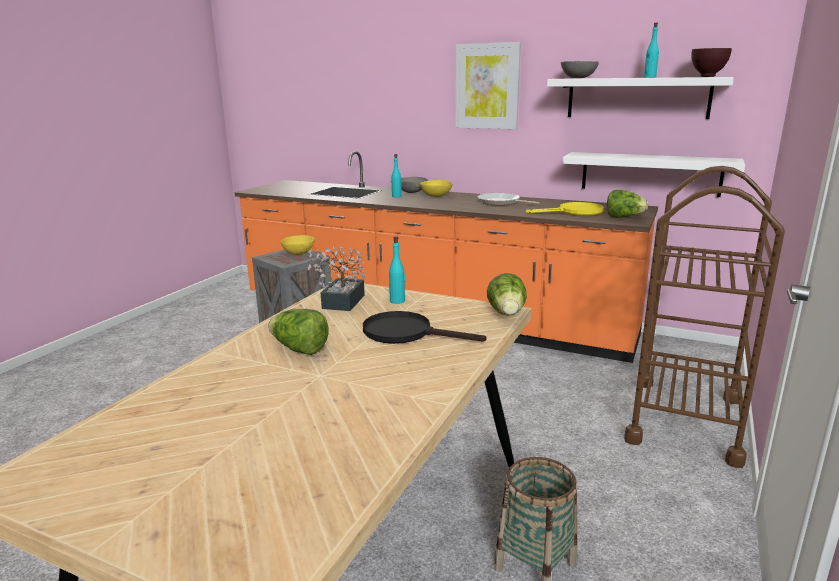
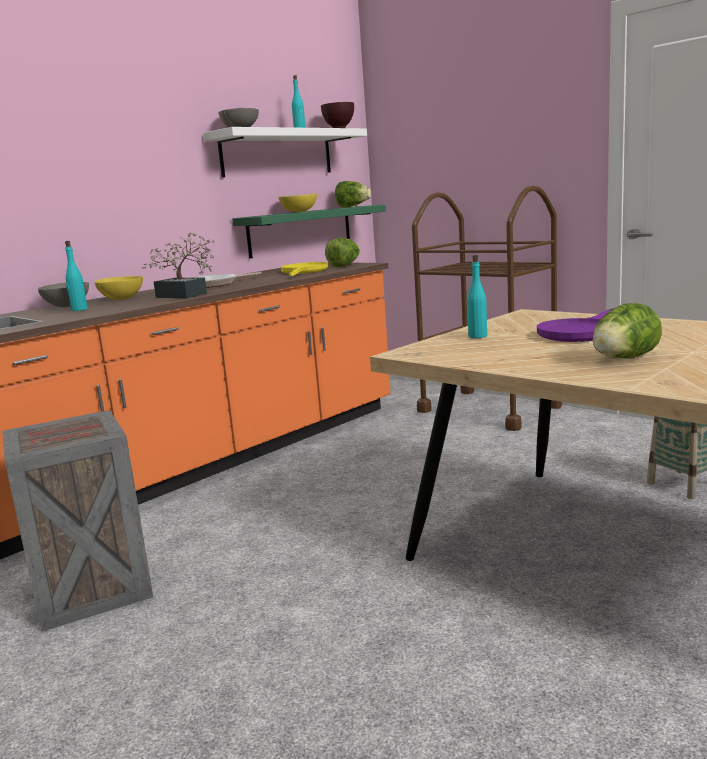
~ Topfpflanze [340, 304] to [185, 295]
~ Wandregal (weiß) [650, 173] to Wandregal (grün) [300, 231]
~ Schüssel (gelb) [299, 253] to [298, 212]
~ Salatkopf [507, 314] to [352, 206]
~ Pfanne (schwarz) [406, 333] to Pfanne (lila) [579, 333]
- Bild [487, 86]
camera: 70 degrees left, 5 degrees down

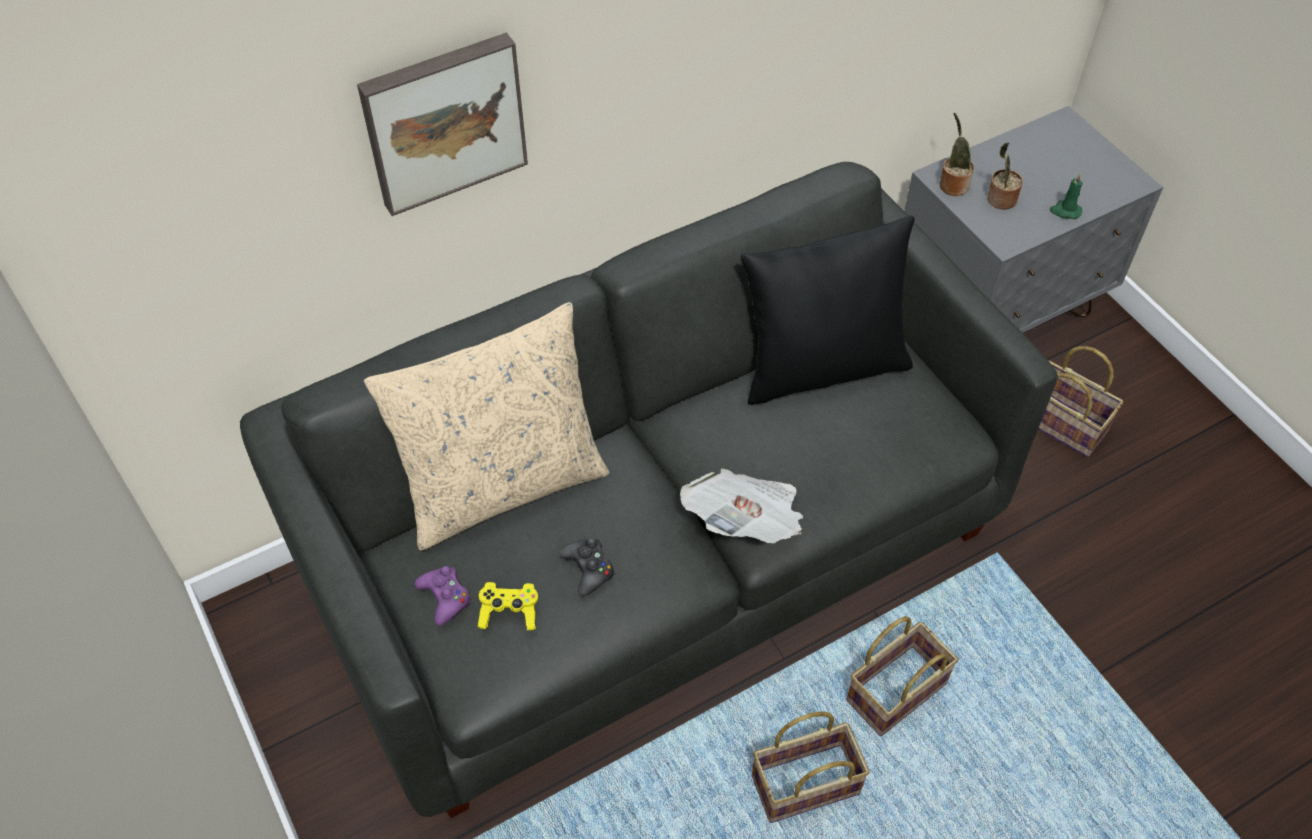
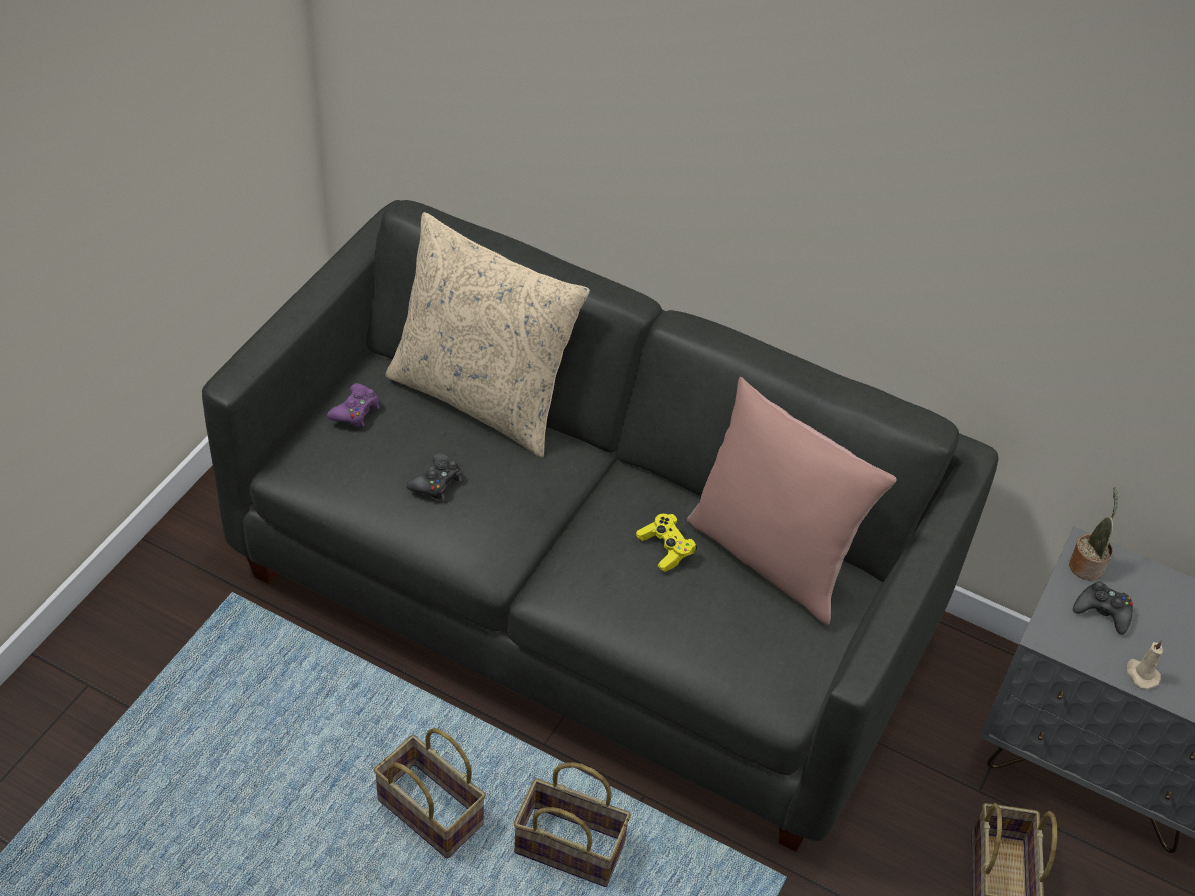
~ Gamepad (gelb) [509, 612] to [666, 548]
~ Kissen (schwarz) [821, 368] to Kissen (rosa) [772, 557]
~ Topfpflanze [999, 200] to Gamepad (schwarz) [1103, 612]
~ Kerze (grün) [1065, 211] to Kerze (beige) [1141, 674]
- Bild [443, 121]
- Zeitung [745, 522]
camera: 55 degrees right, 5 degrees down

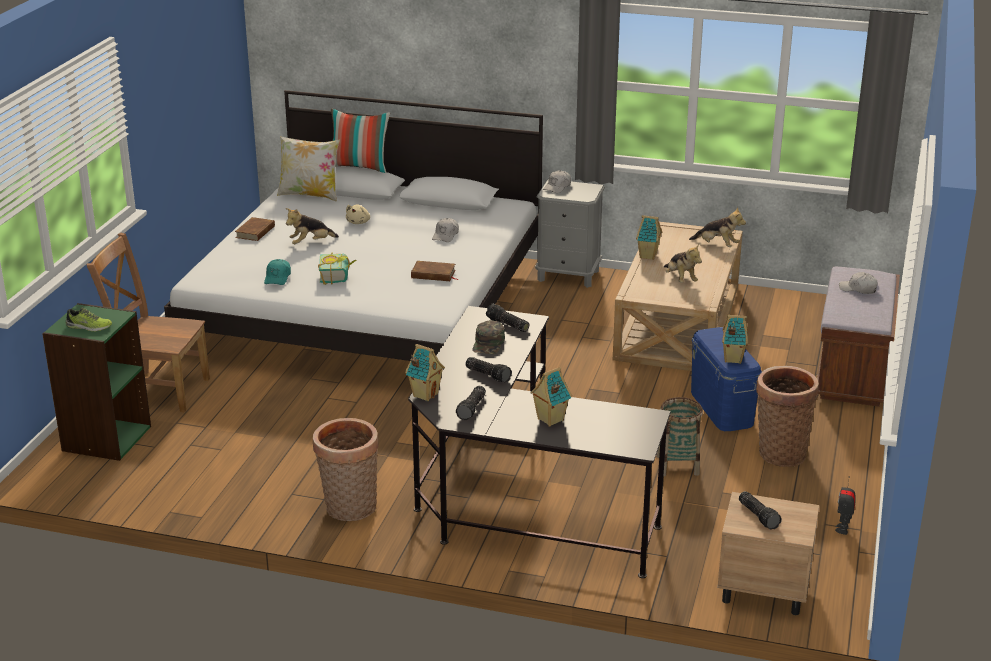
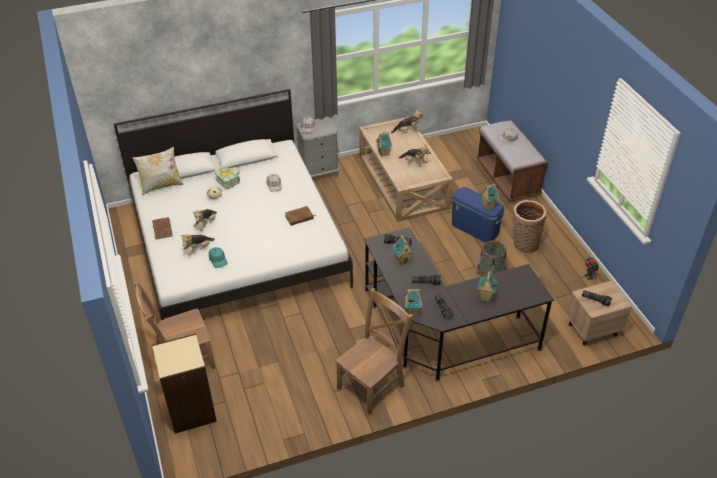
~ Bücherregal (grün) [106, 438] to Bücherregal (beige) [190, 410]
+ Plüschtier [198, 249]
~ Buch [338, 276] to [230, 181]
~ Korb [349, 509] to Stuhl (braun) [373, 385]
~ Kappe (grün) [489, 343] to Spielzeughaus [403, 260]
- Schuh [88, 327]
- Kissen [359, 167]
camera: 35 degrees left, 15 degrees up

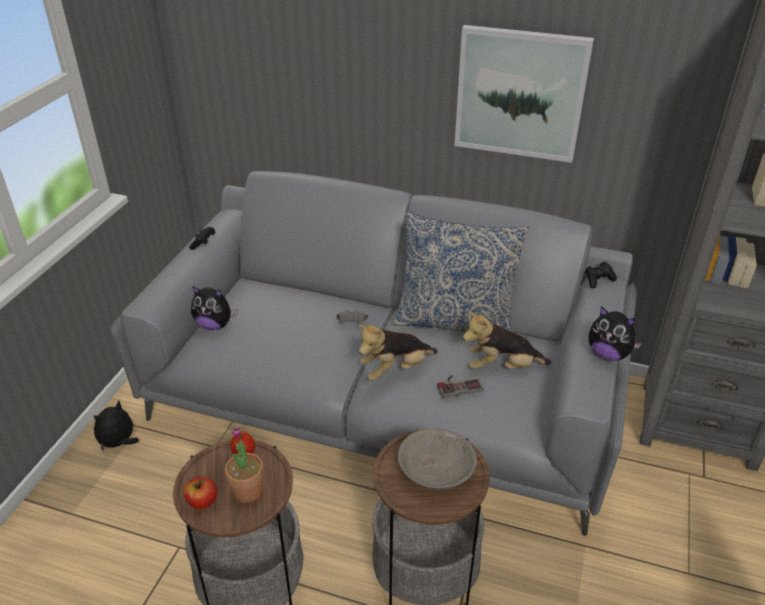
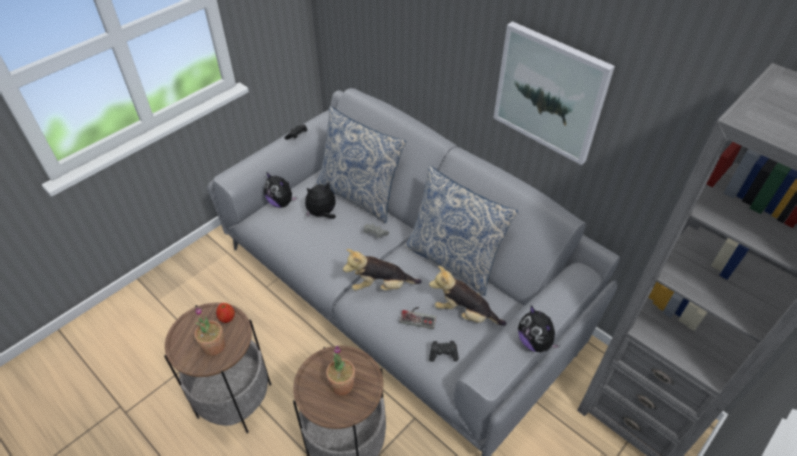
~ Plüschtier [119, 443] to [322, 214]
+ Kissen [359, 195]
~ Schüssel (grau) [435, 471] to Topfpflanze [342, 385]
~ Gamepad (schwarz) [598, 280] to [443, 354]
- Apfel [202, 501]
camera: 25 degrees right, 10 degrees up

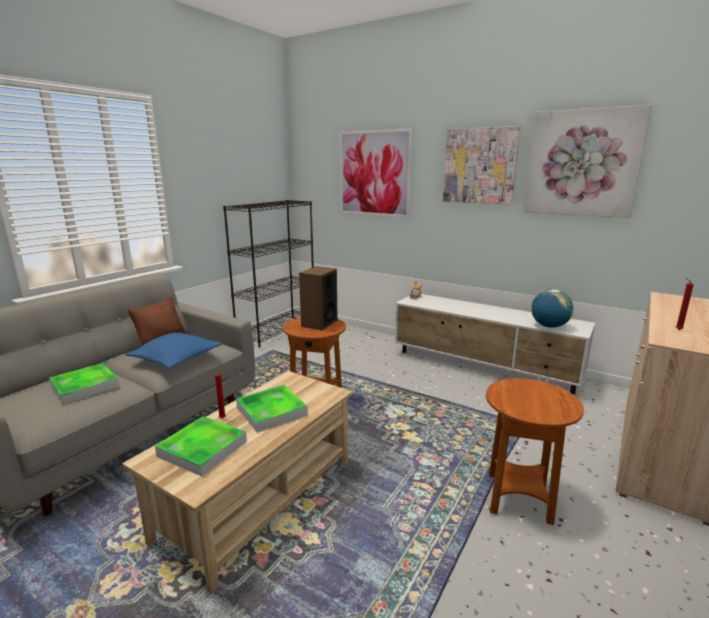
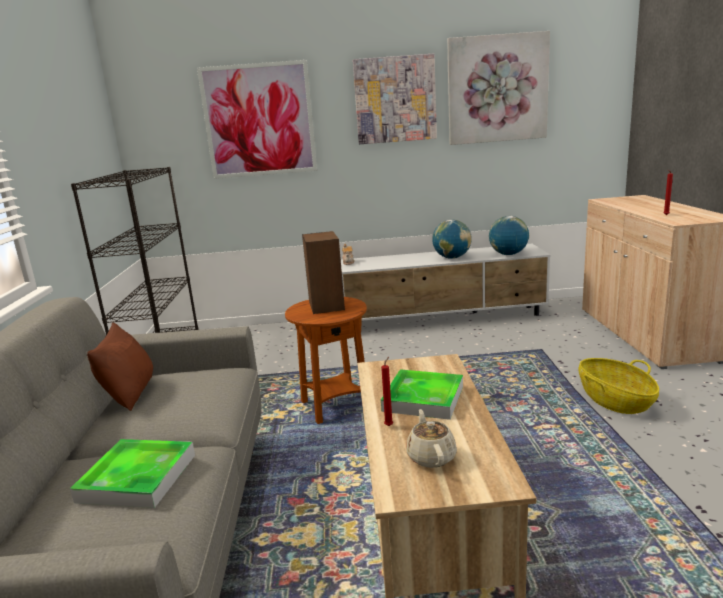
~ Tablett [202, 448] to Teekanne (beige) [431, 456]
+ Globus [452, 258]
~ Beistelltisch (braun) [519, 498] to Korb [614, 400]
- Kissen (blau) [176, 358]
camera: 35 degrees left, 0 degrees up

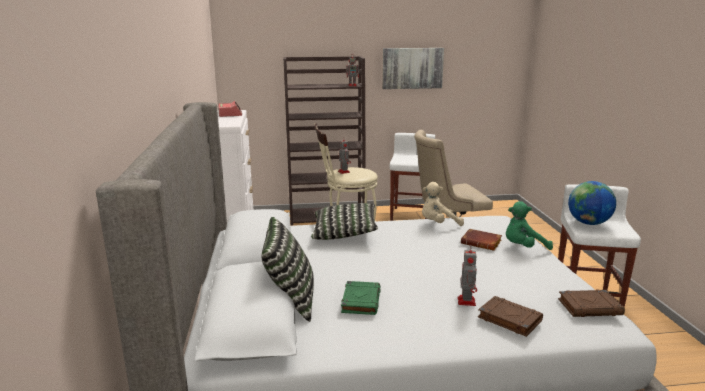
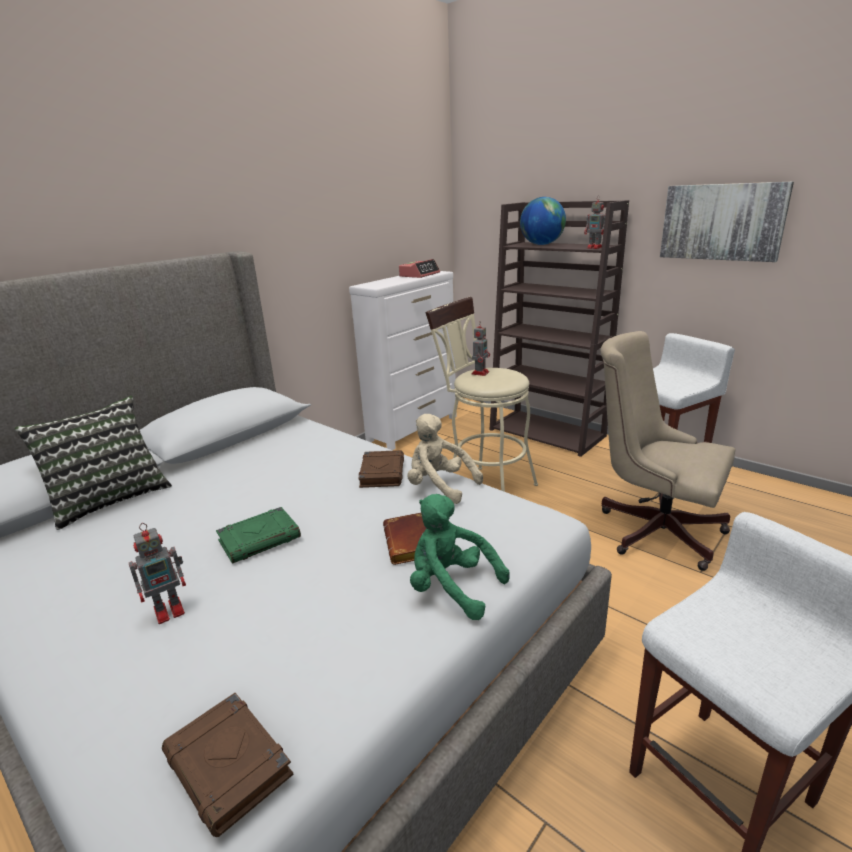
~ Buch (grün) [360, 301] to [260, 539]
~ Buch (braun) [508, 319] to [382, 472]
~ Globus [588, 223] to [541, 244]
- Kissen [344, 233]
camera: 50 degrees right, 5 degrees up

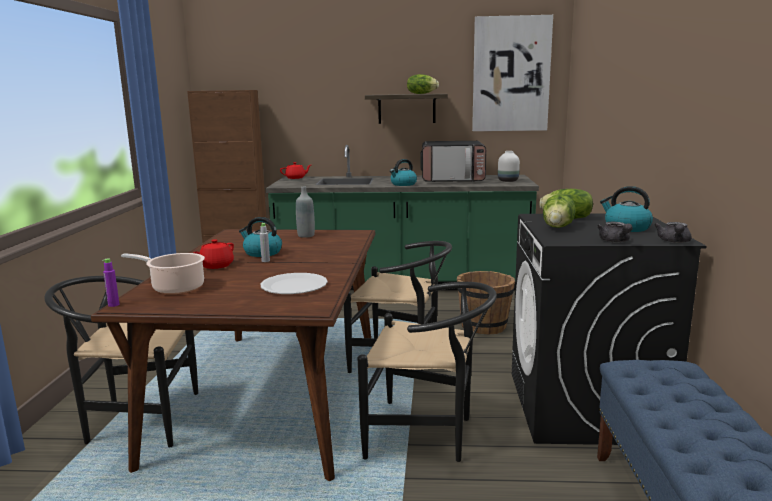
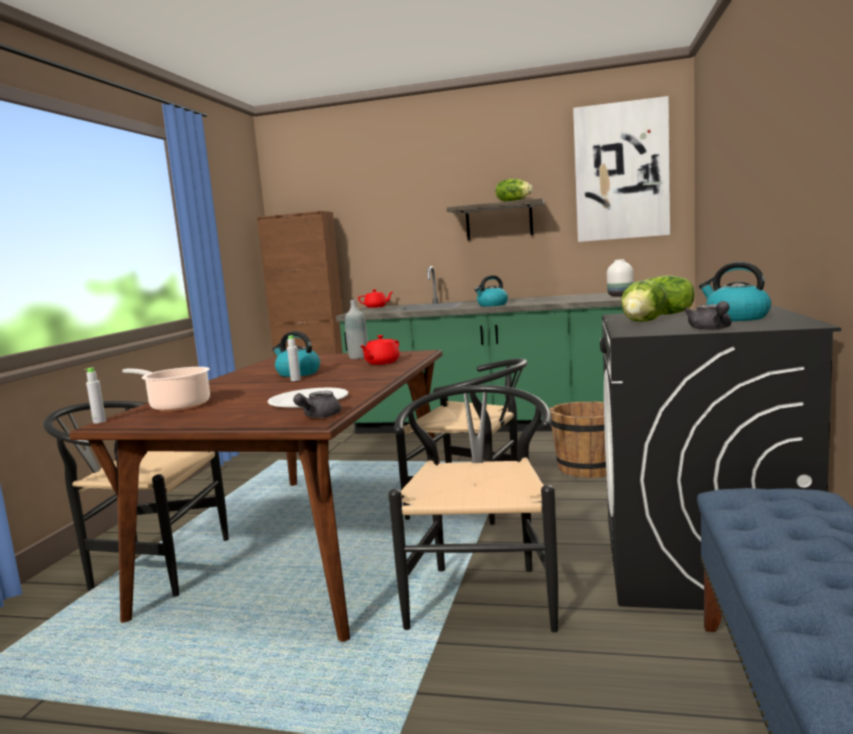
~ Flasche (lila) [113, 305] to Flasche (grau) [99, 422]
~ Teekanne (grau) [674, 242] to [317, 416]
~ Teekanne (rot) [215, 266] to [381, 363]
~ Stuhl (schwarz) [428, 435] = [483, 591] 105 degrees counterclockwise
- Mikrowelle [453, 179]
camera: 10 degrees right, 5 degrees down

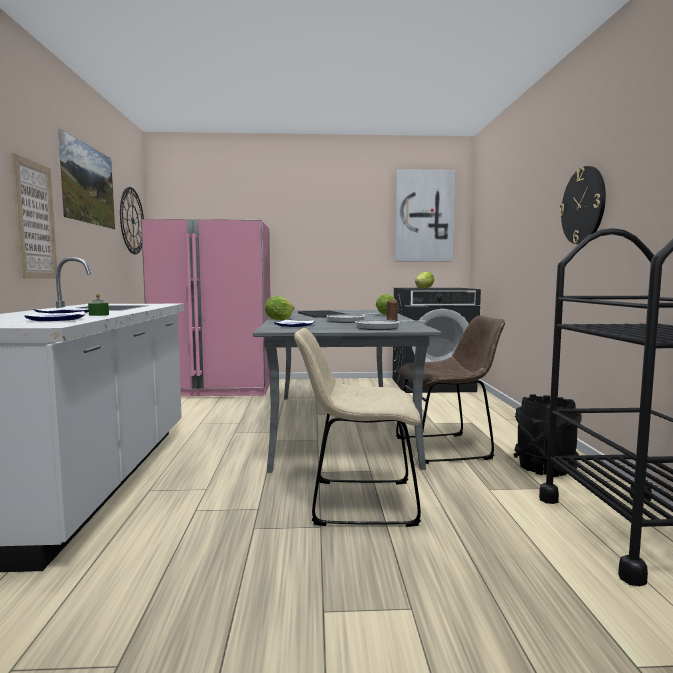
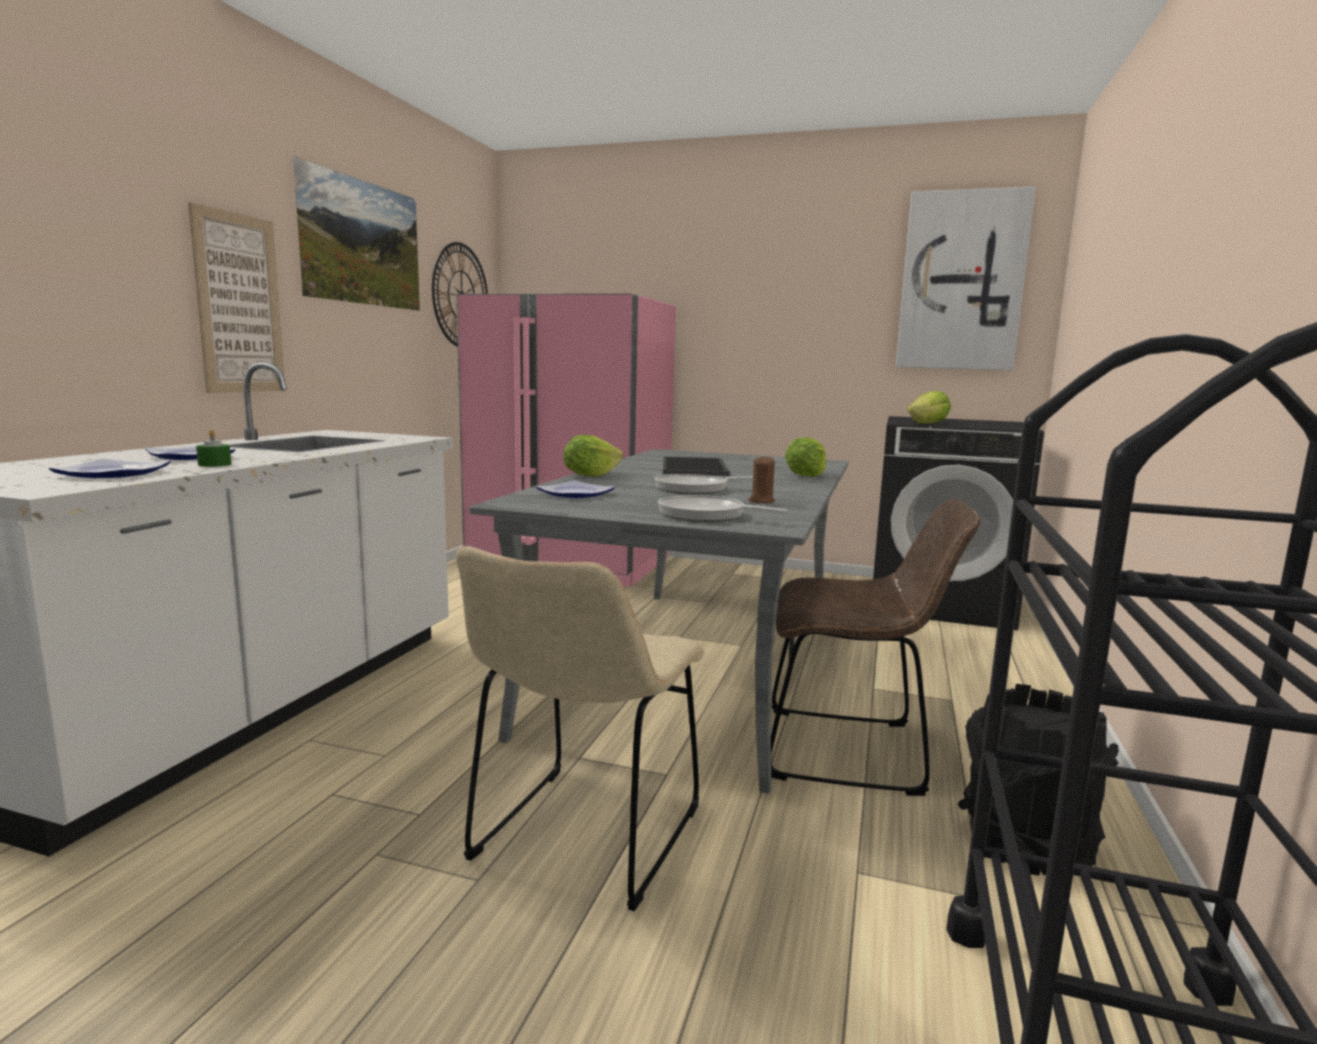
~ Stuhl (beige) [356, 502] = [582, 840] 90 degrees counterclockwise
- Wanduhr [583, 205]
camera: 20 degrees right, 5 degrees up

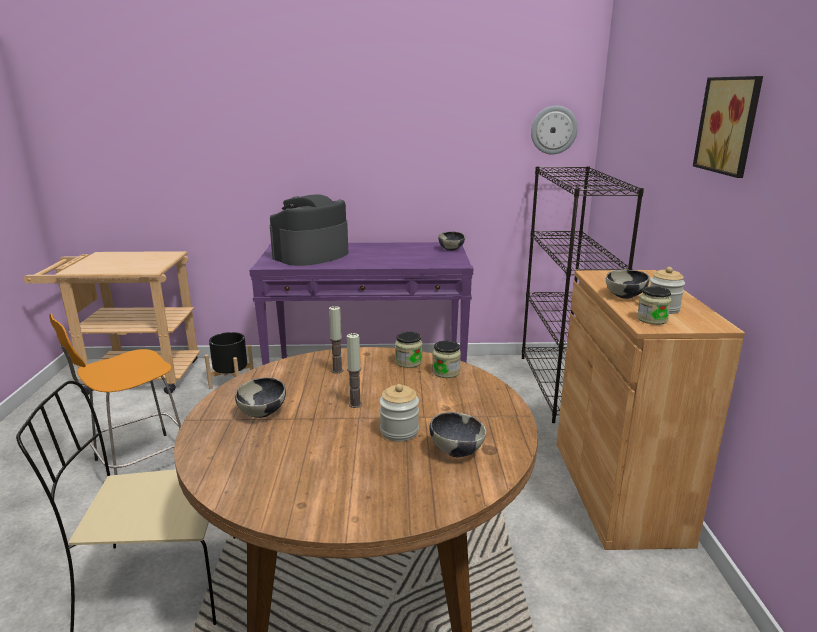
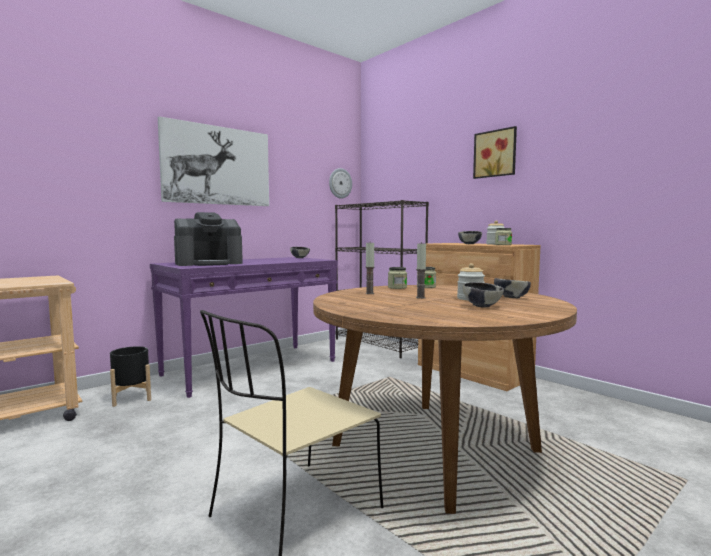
+ Bild [217, 165]
~ Kaffeemaschine [311, 255] = [209, 263] 120 degrees counterclockwise
~ Schüssel [263, 413] to [482, 306]
- Hocker (orange) [139, 463]
camera: 40 degrees left, 15 degrees down

